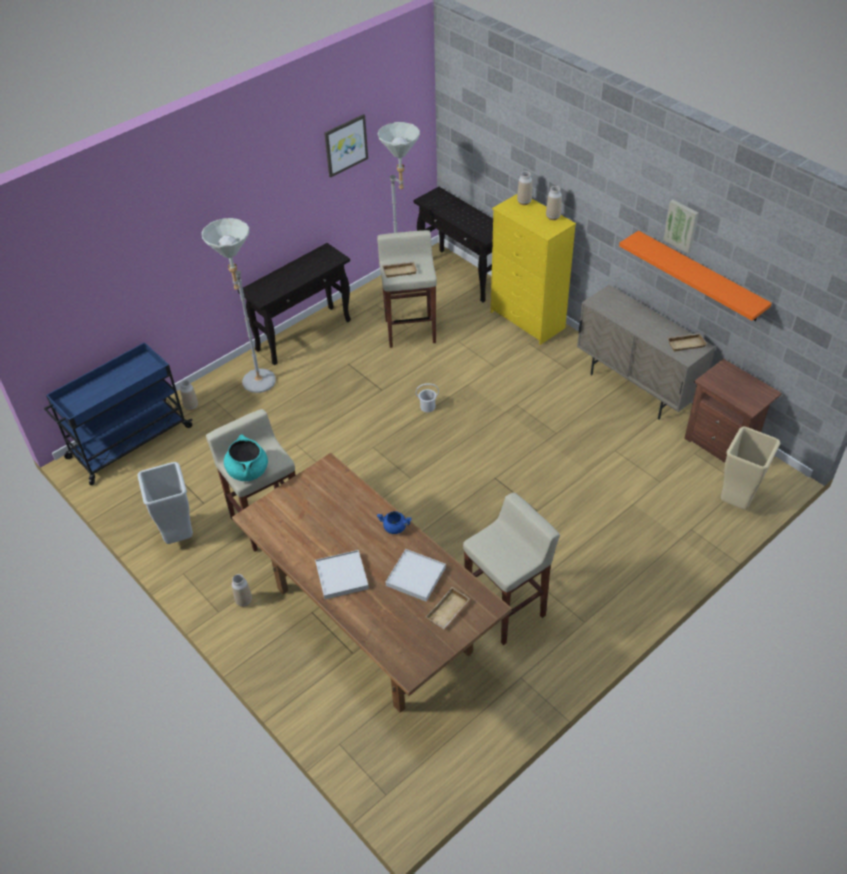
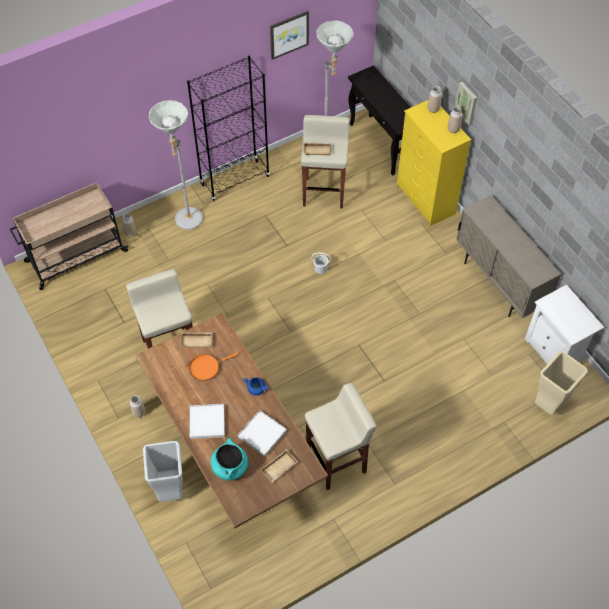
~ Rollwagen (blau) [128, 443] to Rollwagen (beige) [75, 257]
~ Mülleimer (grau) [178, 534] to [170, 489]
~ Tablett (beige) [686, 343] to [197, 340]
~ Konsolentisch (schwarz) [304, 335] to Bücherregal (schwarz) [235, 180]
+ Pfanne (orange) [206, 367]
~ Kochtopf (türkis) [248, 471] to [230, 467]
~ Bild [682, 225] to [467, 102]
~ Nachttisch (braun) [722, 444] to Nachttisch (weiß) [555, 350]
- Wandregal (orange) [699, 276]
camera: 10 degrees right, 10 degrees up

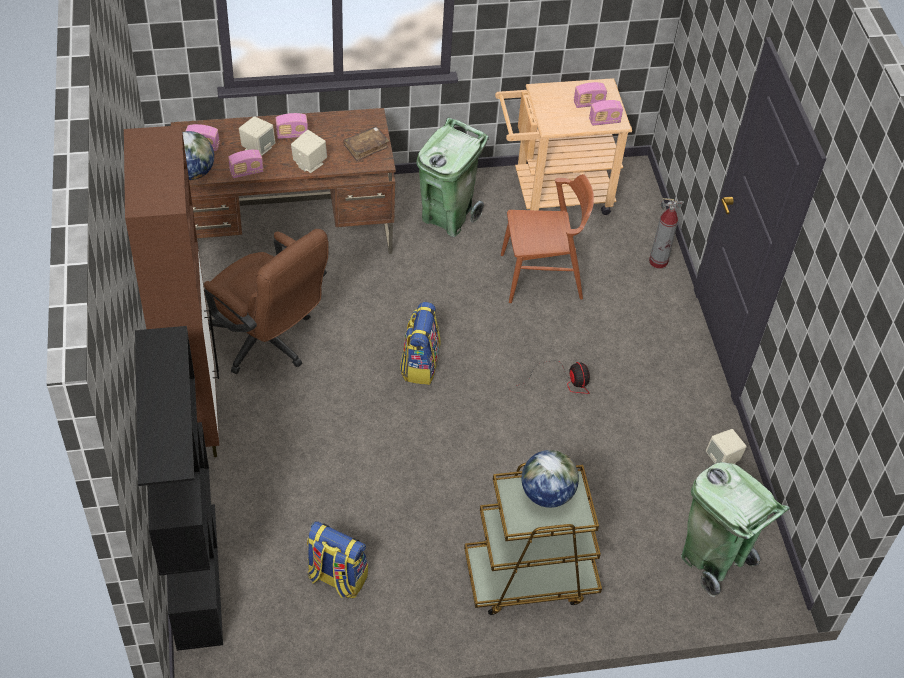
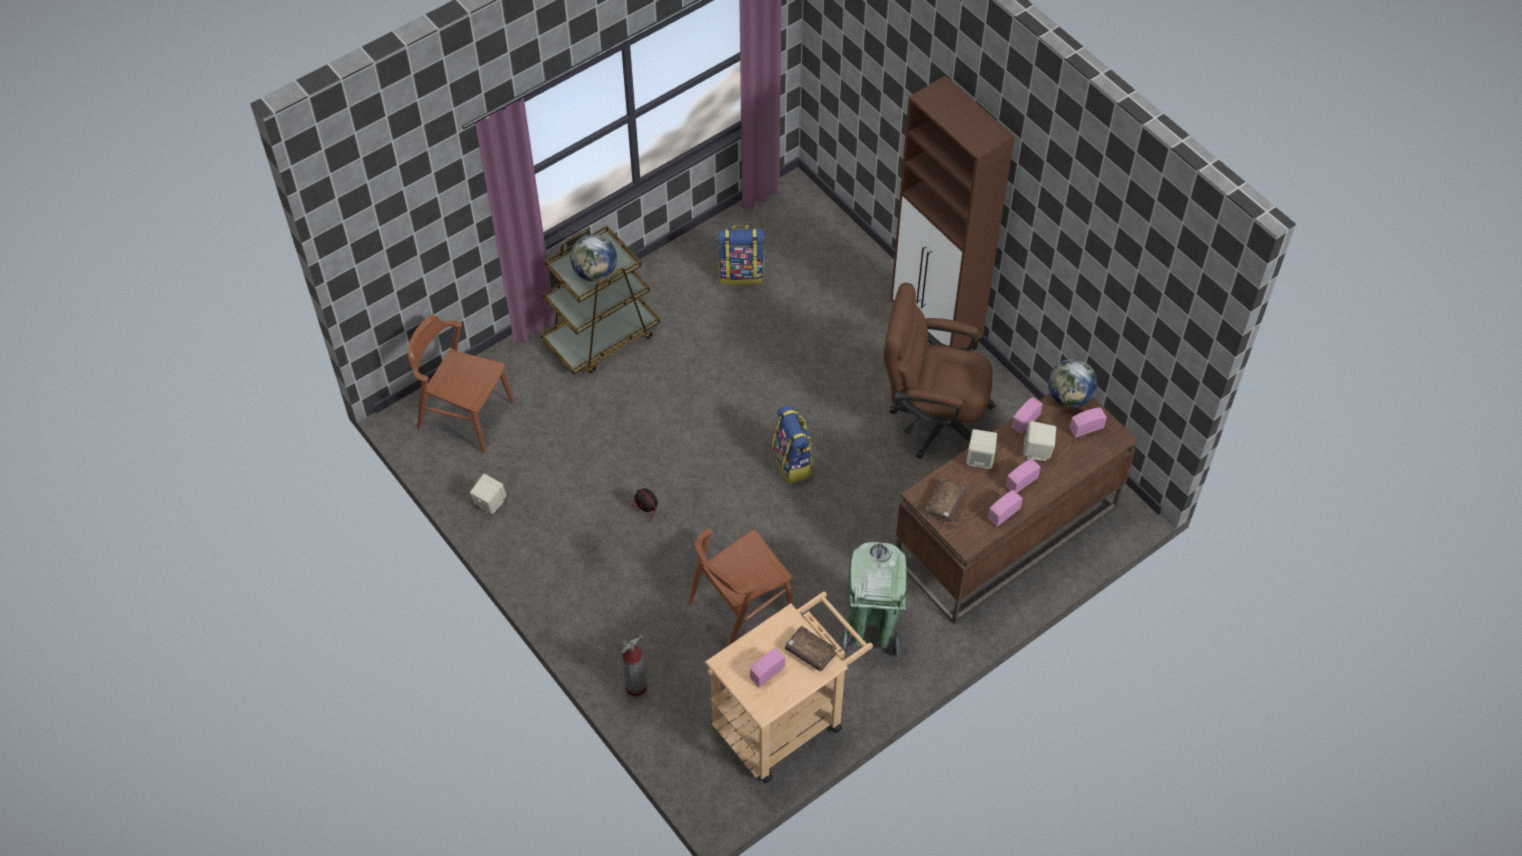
~ Mülleimer (grün) [713, 559] to Stuhl (braun) [465, 415]
+ Buch (braun) [810, 652]
~ Radio [604, 121] to [1003, 514]
- Bücherregal (schwarz) [195, 574]
camera: 155 degrees right, 5 degrees up

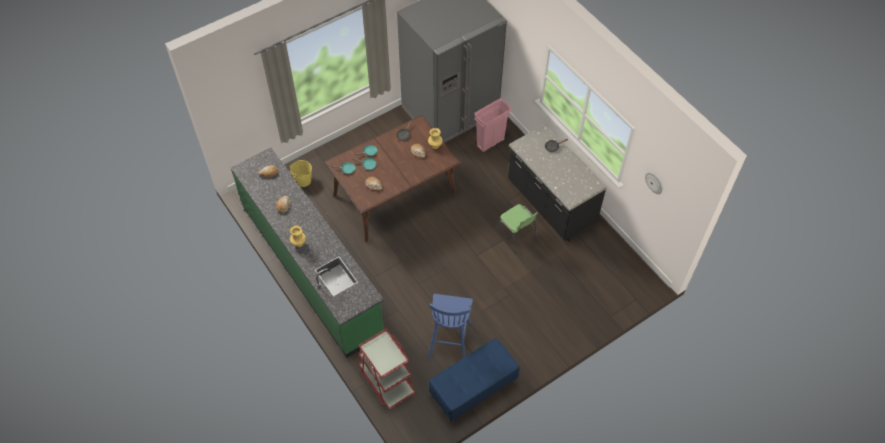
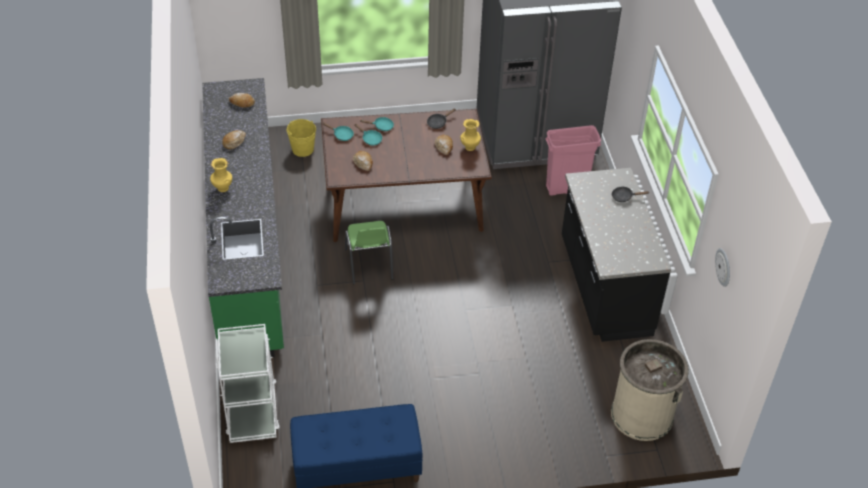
~ Rollwagen (rot) [386, 381] to Rollwagen (weiß) [252, 410]
~ Stuhl (grün) [516, 235] to [369, 265]
+ Mülleimer (beige) [642, 415]
- Hocker (blau) [450, 338]
camera: 25 degrees right, 10 degrees down

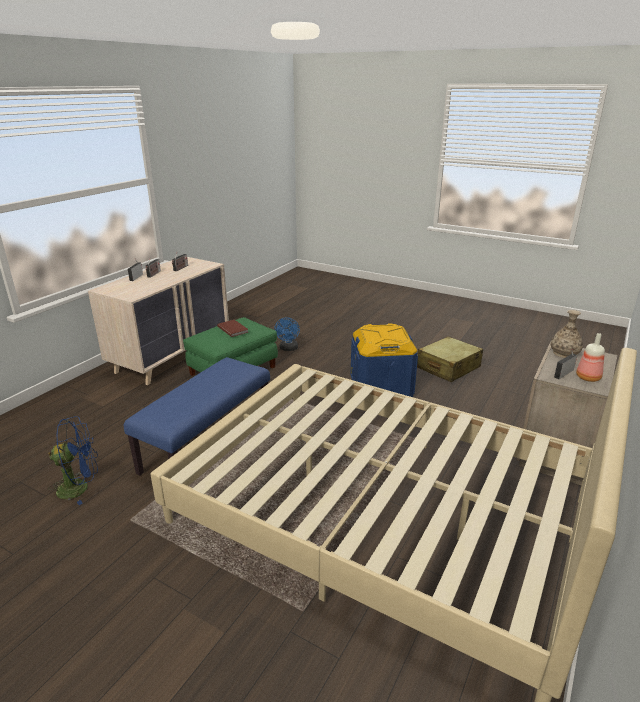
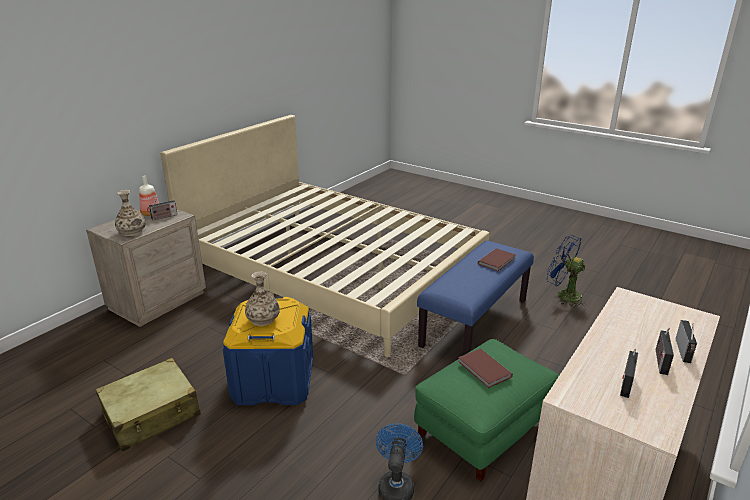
+ Vase [263, 319]
+ Buch (braun) [497, 261]
~ Ventilator (blau) [80, 487] = [563, 295] 45 degrees clockwise
camera: 175 degrees left, 0 degrees up

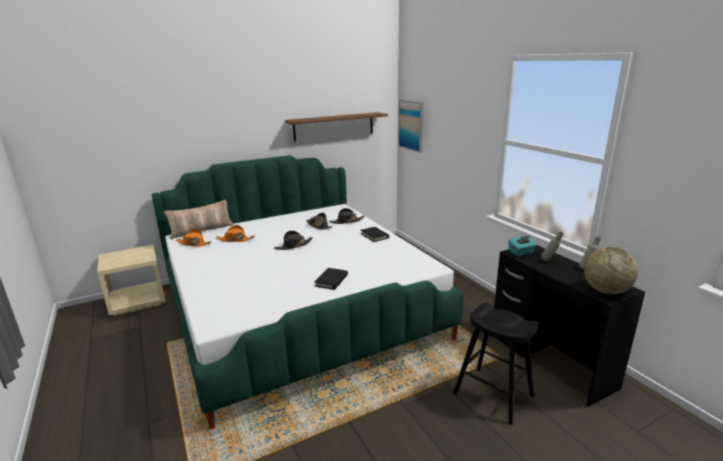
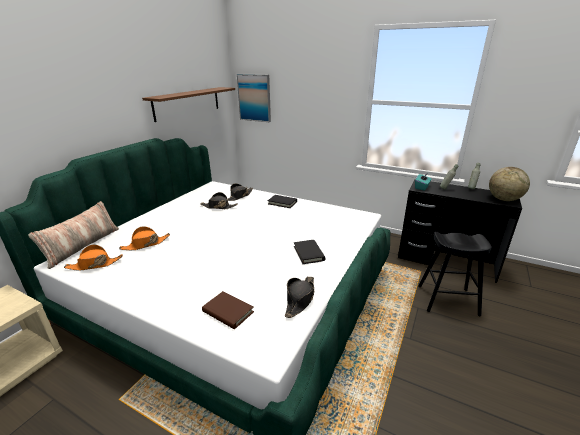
+ Buch (braun) [228, 312]
~ Hut (schwarz) [294, 246] to [300, 299]
camera: 35 degrees left, 5 degrees up

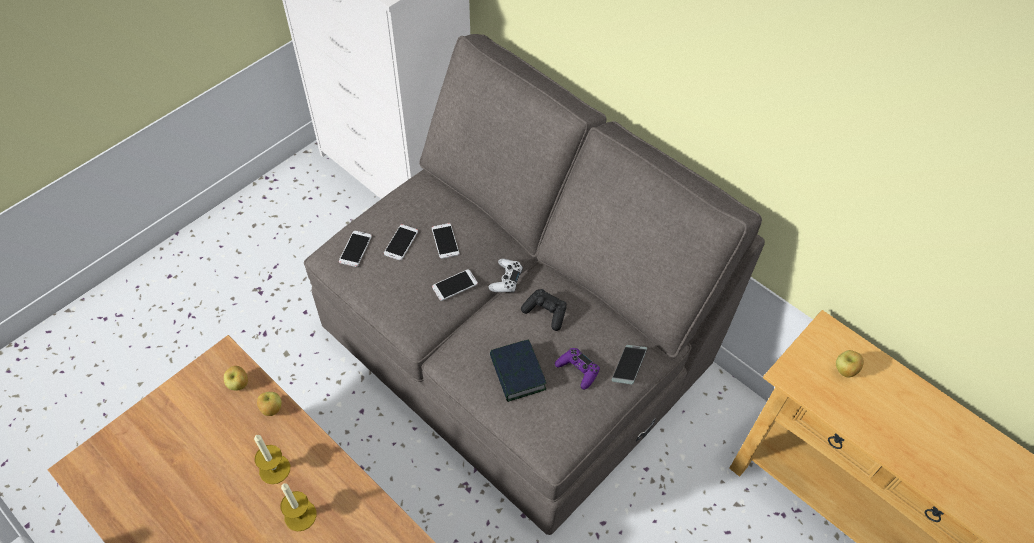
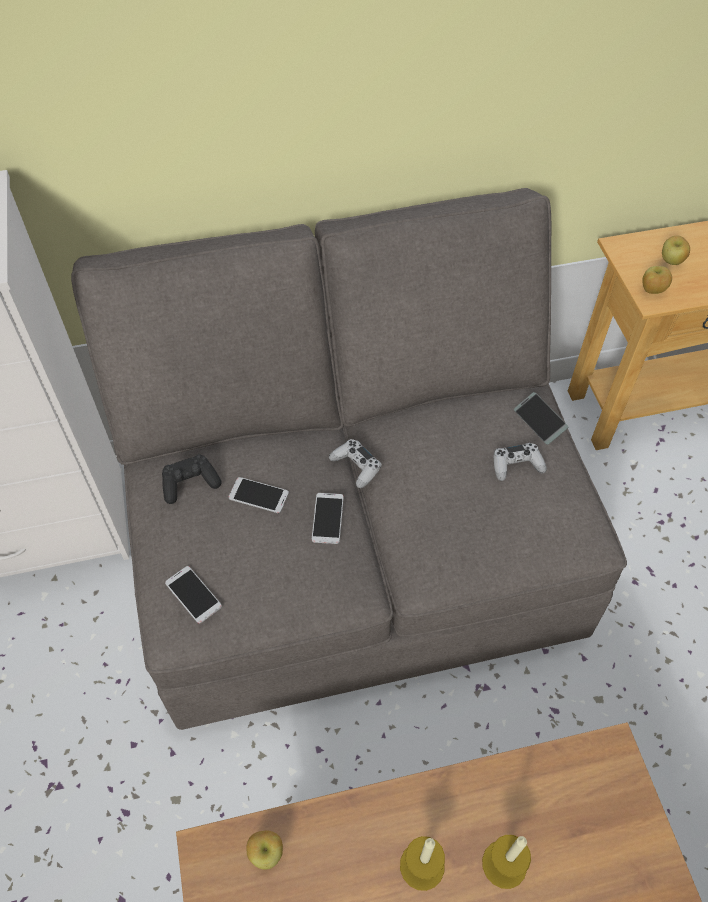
~ Gamepad (schwarz) [545, 313] to [190, 483]
~ Gamepad (lila) [577, 370] to Gamepad (weiß) [516, 465]
~ Apfel [272, 409] to [652, 290]
- Handy [401, 242]
- Buch [517, 373]
camera: 55 degrees left, 0 degrees up

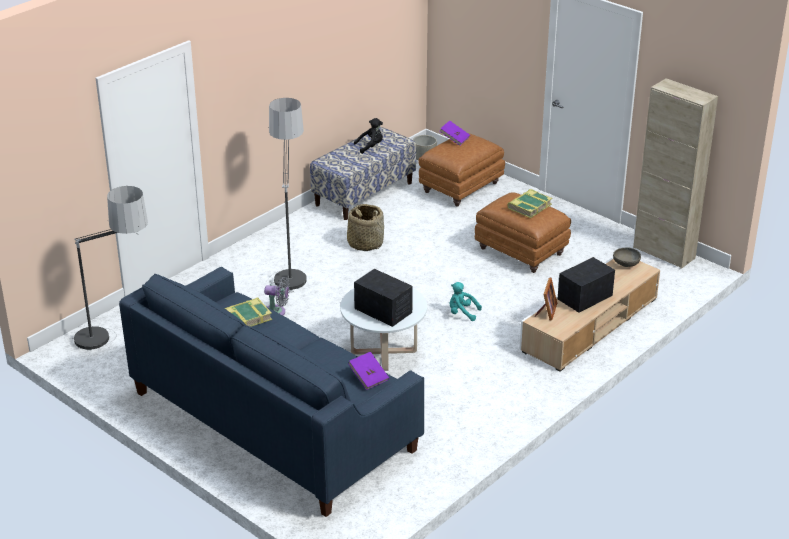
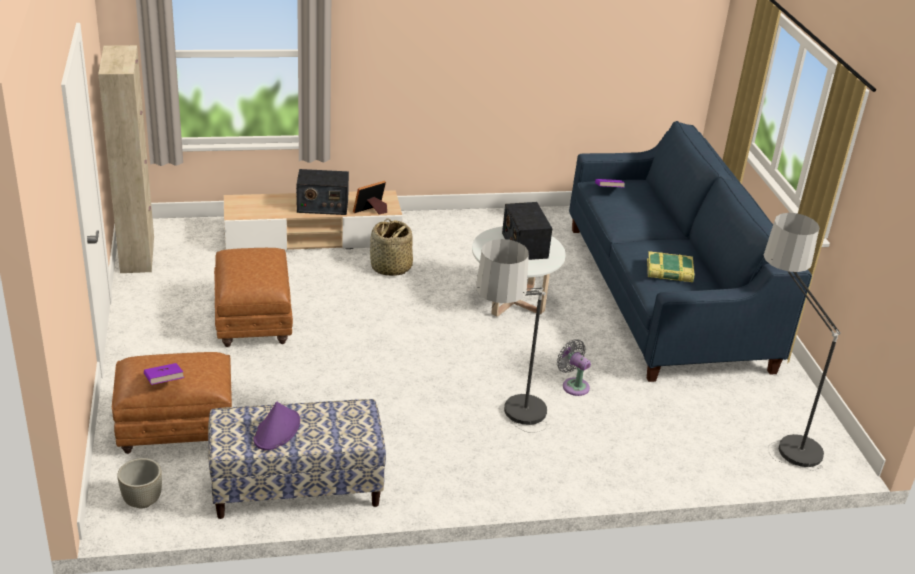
~ Plüschtier (schwarz) [370, 146] to Hut (lila) [277, 430]
~ Korb [365, 243] to [390, 267]
- Plüschtier (türkis) [462, 313]
- Buch [529, 206]
- Schüssel (grau) [626, 263]
camera: 145 degrees left, 0 degrees up

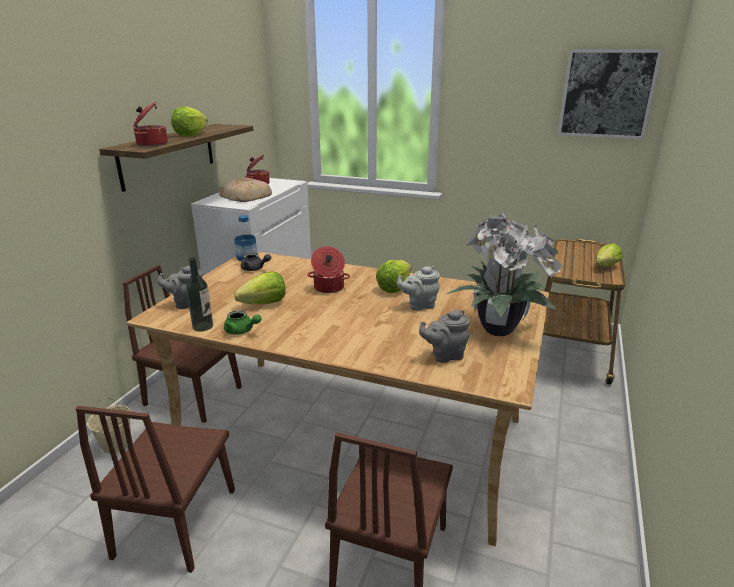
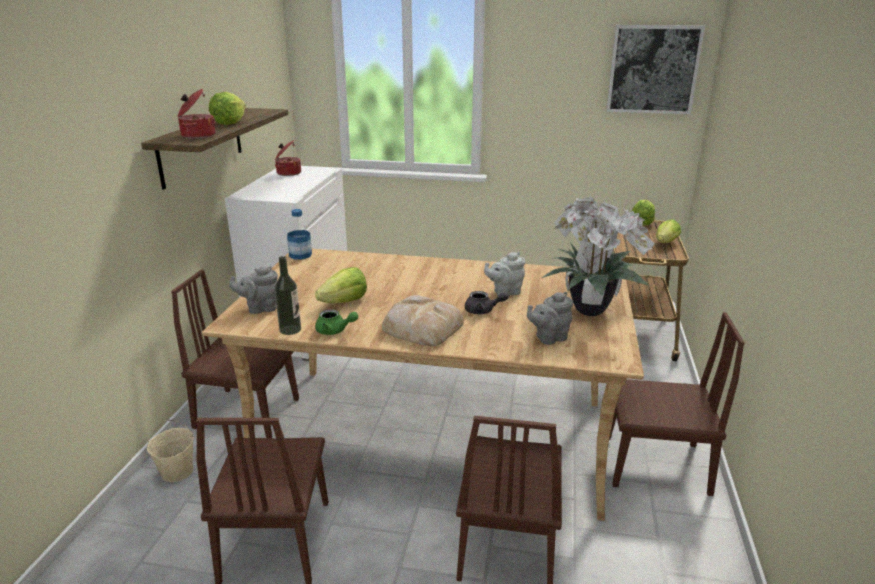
~ Brot [246, 195] to [422, 326]
~ Teekanne (grau) [255, 269] to [483, 311]
+ Stuhl (braun) [655, 465]
~ Salatkopf [394, 288] to [642, 222]
- Kochtopf [328, 288]
camera: 10 degrees left, 0 degrees up

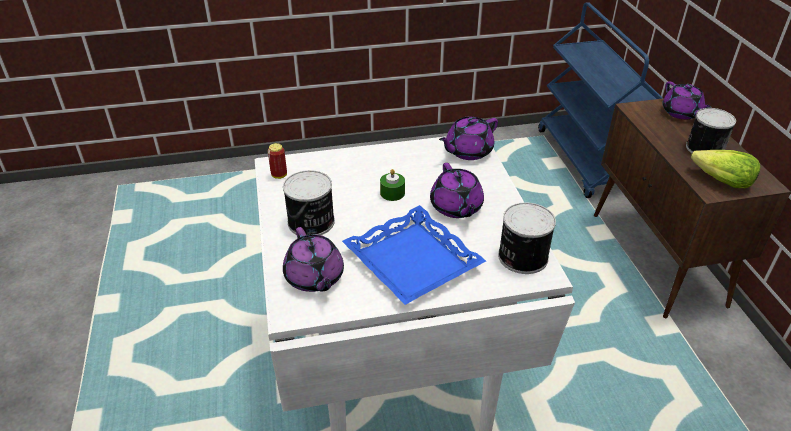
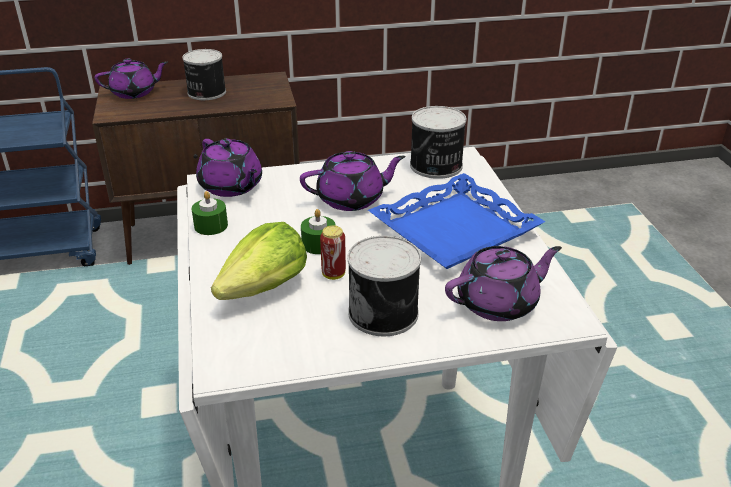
+ Kerze (grün) [211, 225]
~ Salatkopf [721, 181] to [265, 288]
~ Dose [279, 175] to [333, 274]
camera: 90 degrees left, 5 degrees down

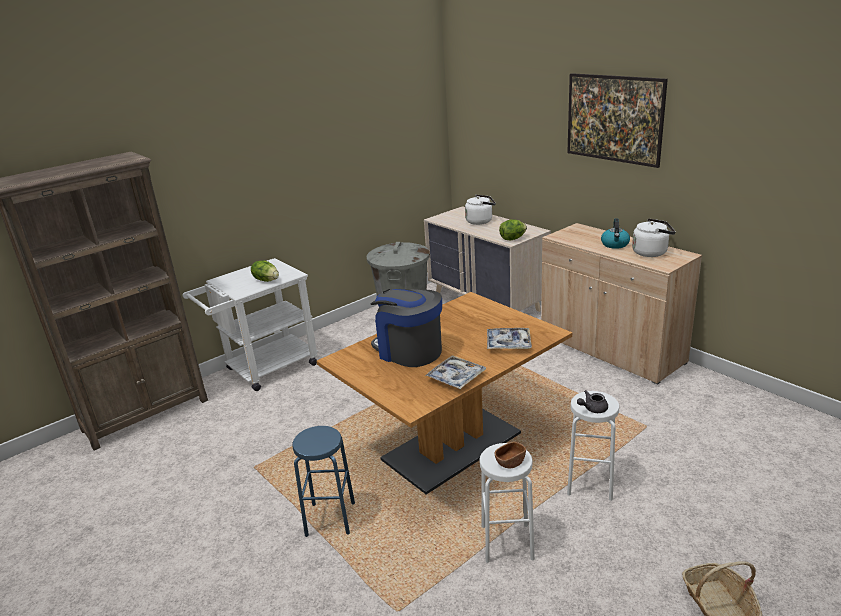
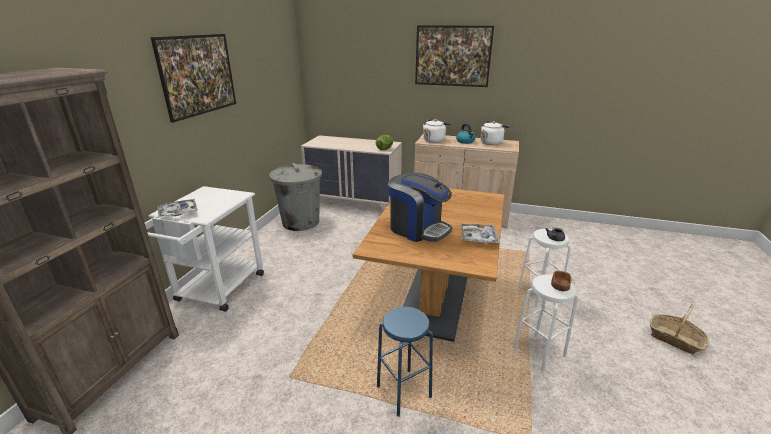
+ Bild [202, 94]
~ Tablett [508, 343] to [178, 212]
~ Kaffeemaschine [408, 351] = [418, 229] 150 degrees counterclockwise
~ Wasserkessel (weiß) [480, 221] to [434, 140]
- Salatkopf [266, 280]
camera: 35 degrees left, 0 degrees up

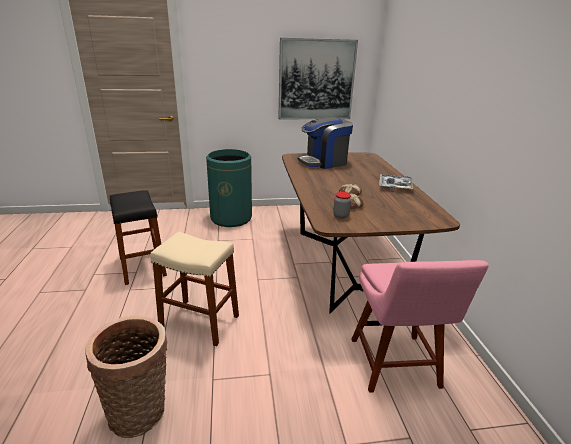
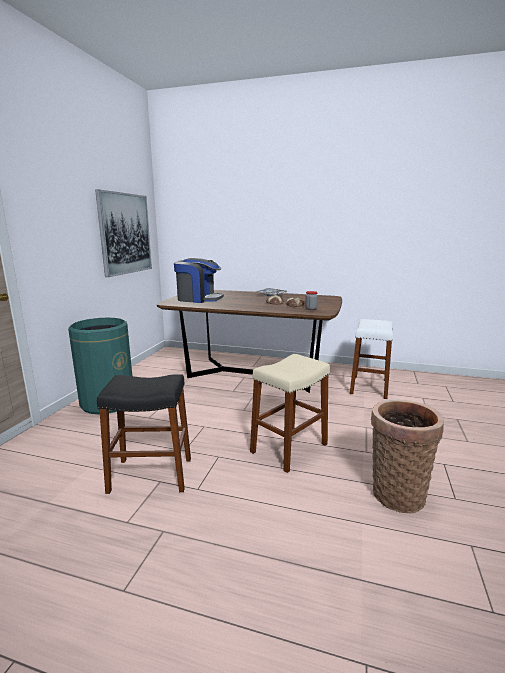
~ Kaffeemaschine [324, 162] = [198, 299] 75 degrees counterclockwise
~ Stuhl (rosa) [395, 366] to Hocker (weiß) [369, 387]
camera: 65 degrees left, 10 degrees down

